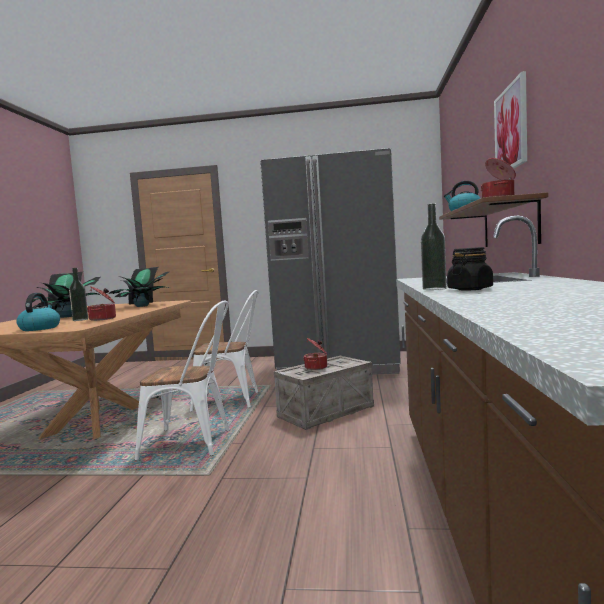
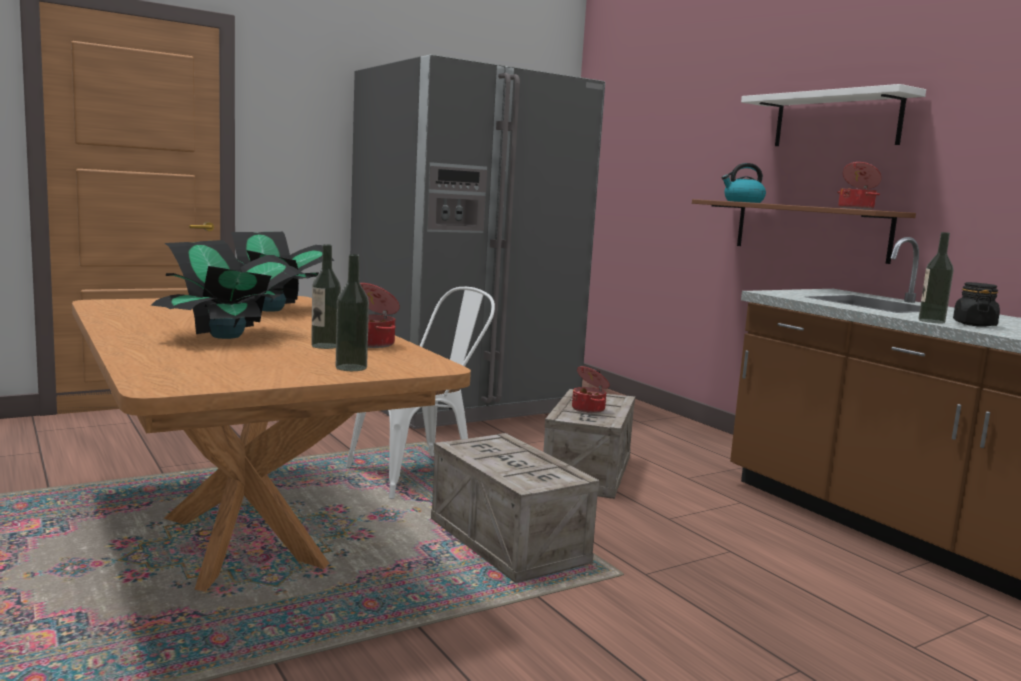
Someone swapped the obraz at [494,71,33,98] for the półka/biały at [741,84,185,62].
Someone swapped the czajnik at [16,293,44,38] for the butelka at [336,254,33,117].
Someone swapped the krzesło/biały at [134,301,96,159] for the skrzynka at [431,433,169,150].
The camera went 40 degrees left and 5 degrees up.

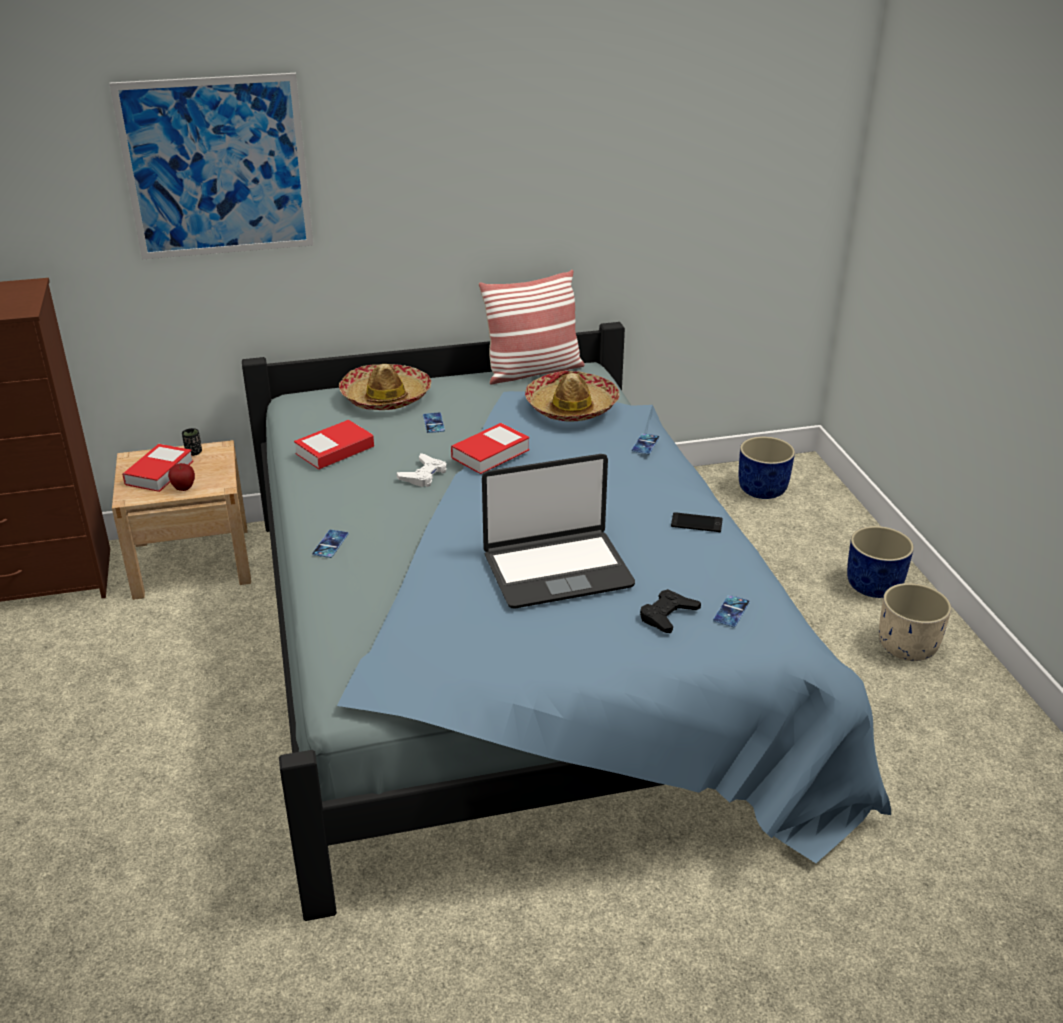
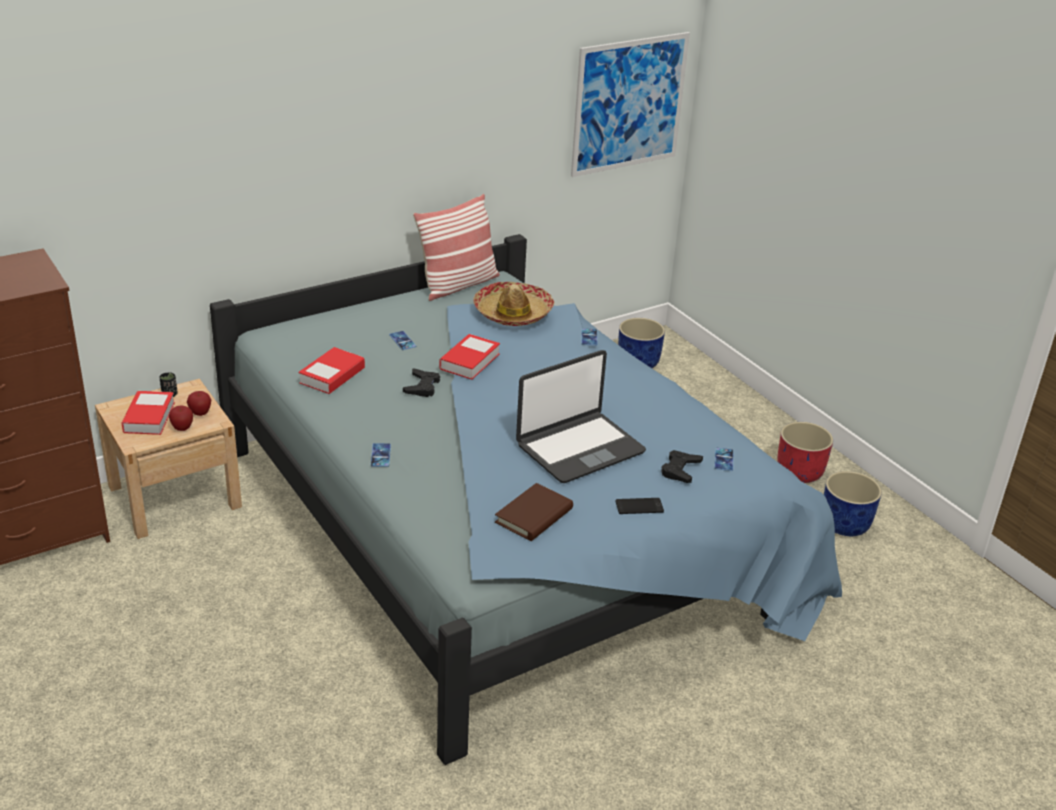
Someone carried the obraz from [109,73,204,186] to [571,32,119,145].
Someone took away the kapelusz at [339,364,92,46].
Someone repainted the pad do gier/biały at [397,453,50,34], which became the pad do gier/czarny at [403,368,37,29].
Someone carried the telefon from [671,512,52,20] to [616,498,48,16].
Someone carried the donica/niebieski from [847,526,67,72] to [824,471,58,65].
Someone repainted the donica/beżowy at [879,583,72,78], which became the donica/czerwony at [777,422,56,61].
Someone put down the jabłko at [187,391,24,25].
Someone put down the książka/brązowy at [495,483,78,58].
The camera went 20 degrees left and 0 degrees up.

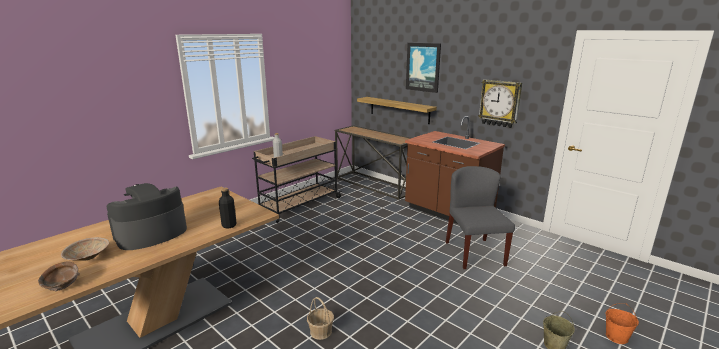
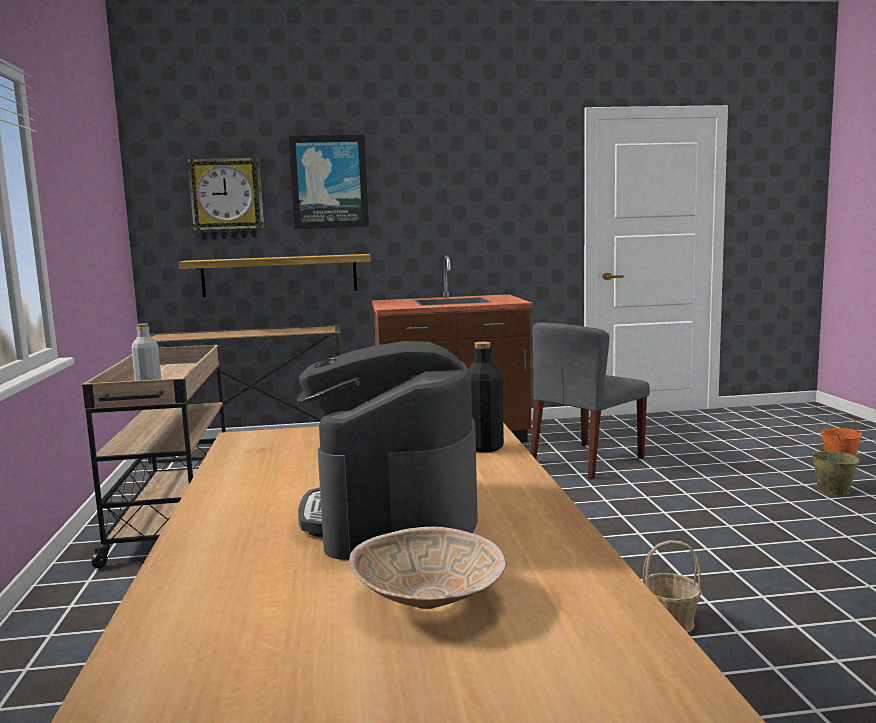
Someone carried the zegar ścienny from [478,79,44,49] to [187,158,77,82].
Someone rotated the krzesło/szary at [446,166,69,103] by 75 degrees counterclockwise.
Someone took away the miska/brązowy at [38,262,42,29].
The camera went 50 degrees left and 10 degrees down.

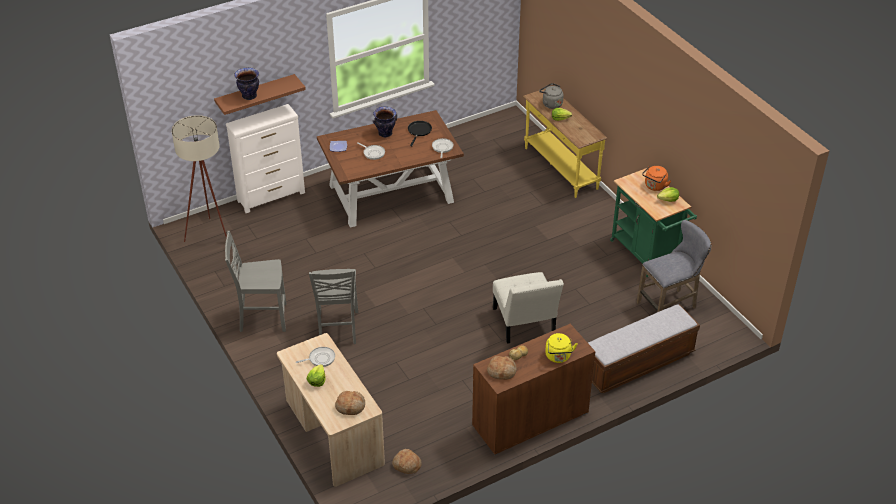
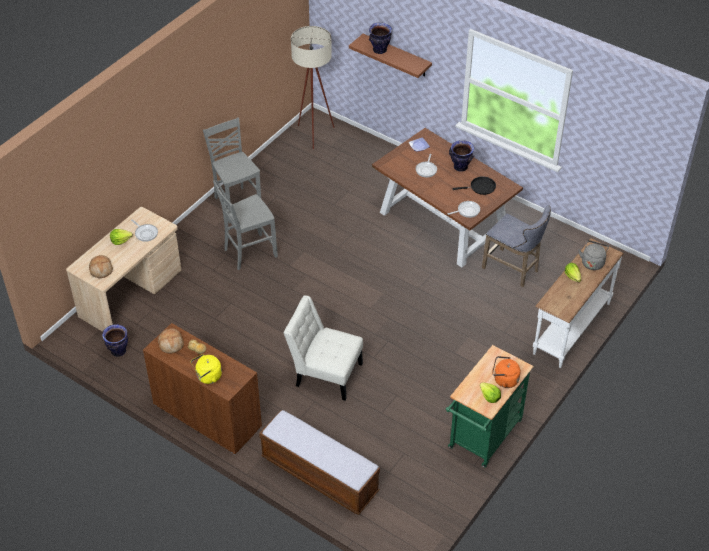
Someone repainted the stolik konsolowy/żółty at [523,88,84,110], which became the stolik konsolowy/biały at [533,238,91,130].
Someone took away the komoda/biały at [226,104,79,109].
Someone carried the stołek/szary from [636,220,75,92] to [482,205,69,82].
Someone rotated the krzesło/biały at [493,272,71,72] by 60 degrees clockwise.
Someone swapped the chleb at [392,449,30,25] for the wazon at [102,324,26,33].
The camera went 65 degrees right and 5 degrees up.

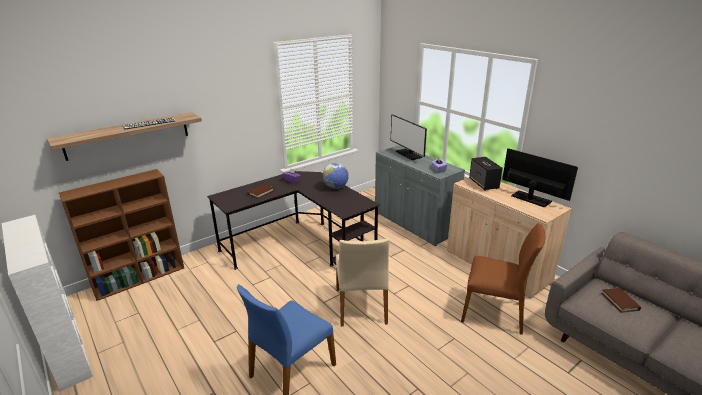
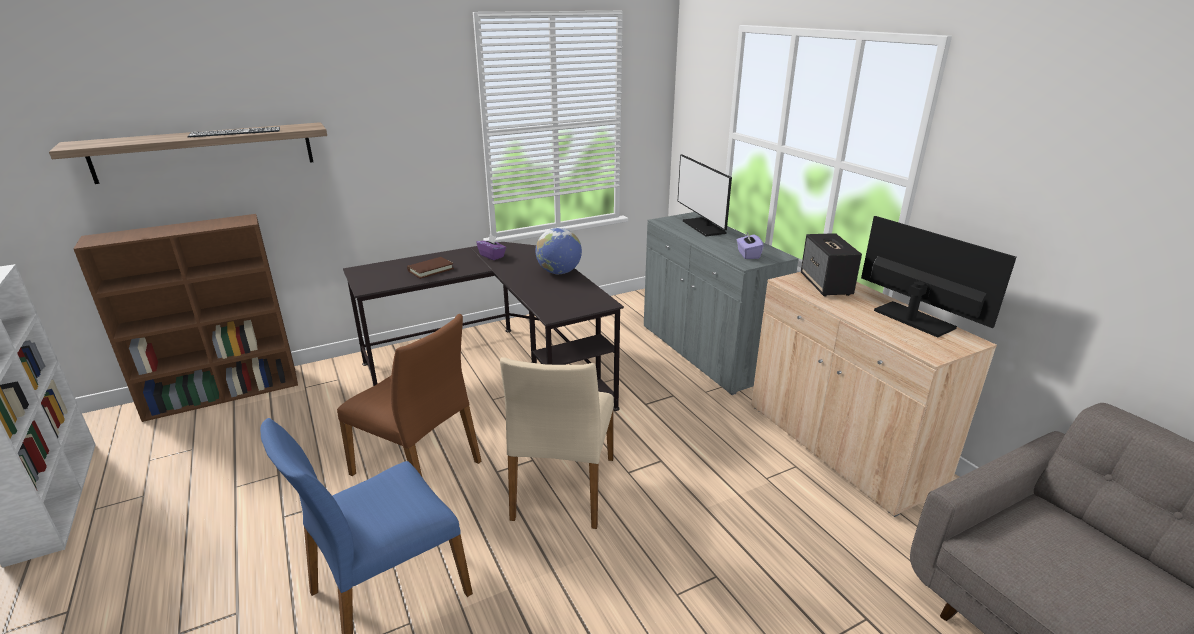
Someone carried the krzesło/brązowy from [461,223,85,112] to [337,314,144,162].
Someone took away the książka/brązowy at [601,288,40,25].
The camera went 10 degrees right and 0 degrees up.

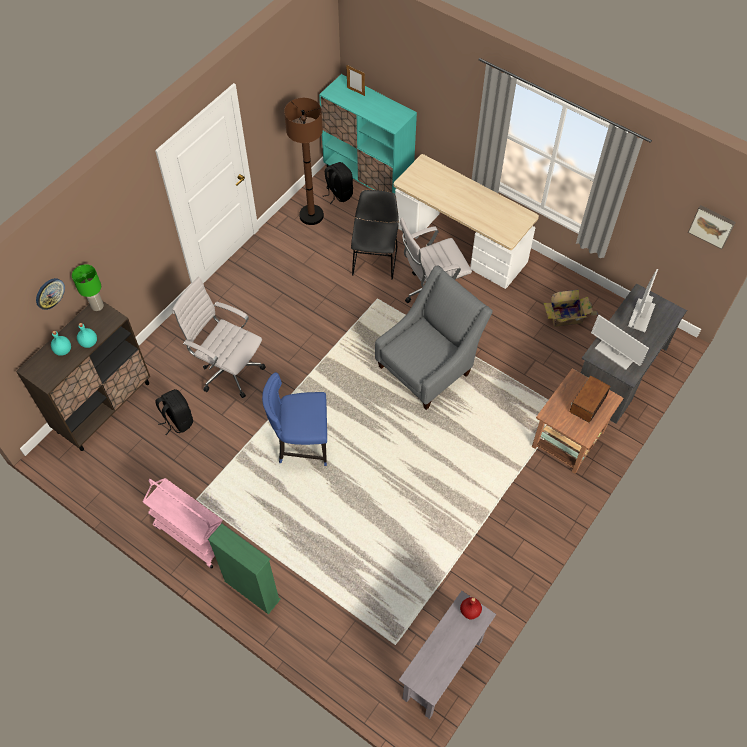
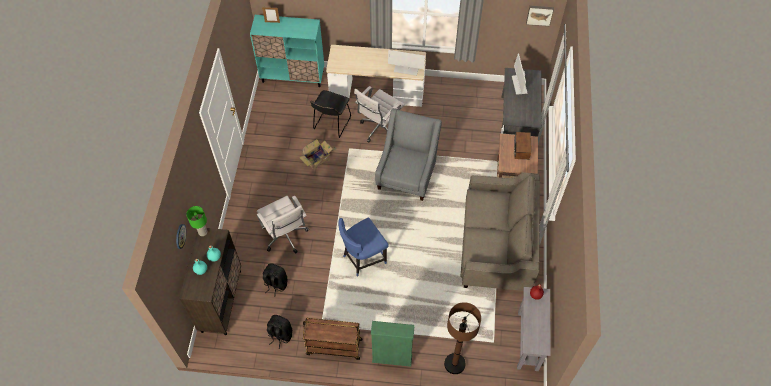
Someone carried the lampa stojąca/brązowy from [284,98,40,127] to [444,302,37,72].
Someone carried the plecak/czarny from [323,162,30,42] to [267,315,25,34].
Someone rotated the krzesło/czarny at [351,190,48,89] by 135 degrees counterclockwise.
Someone rotated the krzesło biurowe/biały at [172,277,94,121] by 120 degrees counterclockwise.
Someone carried the karton from [543,289,56,38] to [299,139,37,30].
Someone carried the monitor from [591,315,58,55] to [388,50,37,26].
Someone repainted the wózek/różowy at [143,478,80,91], which became the wózek/brązowy at [303,318,60,42].
Someone put down the kanapa/beżowy at [460,172,80,119].
The camera went 30 degrees left and 0 degrees up.

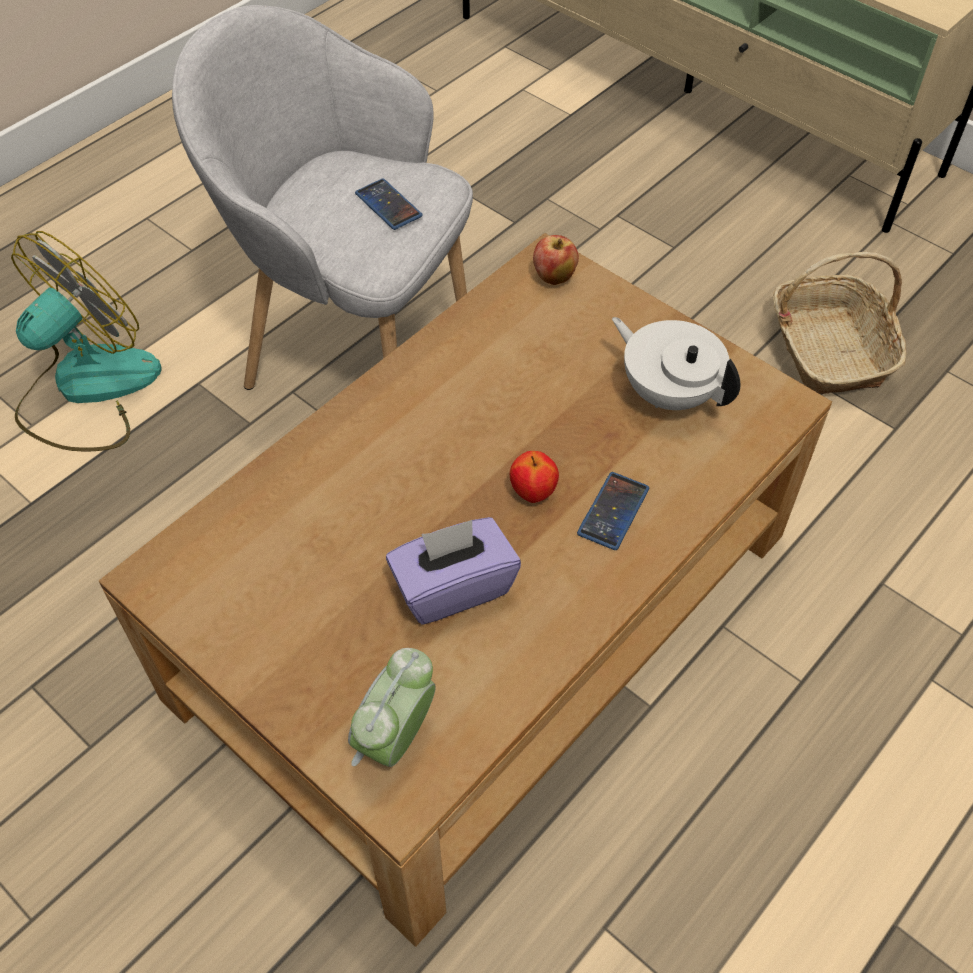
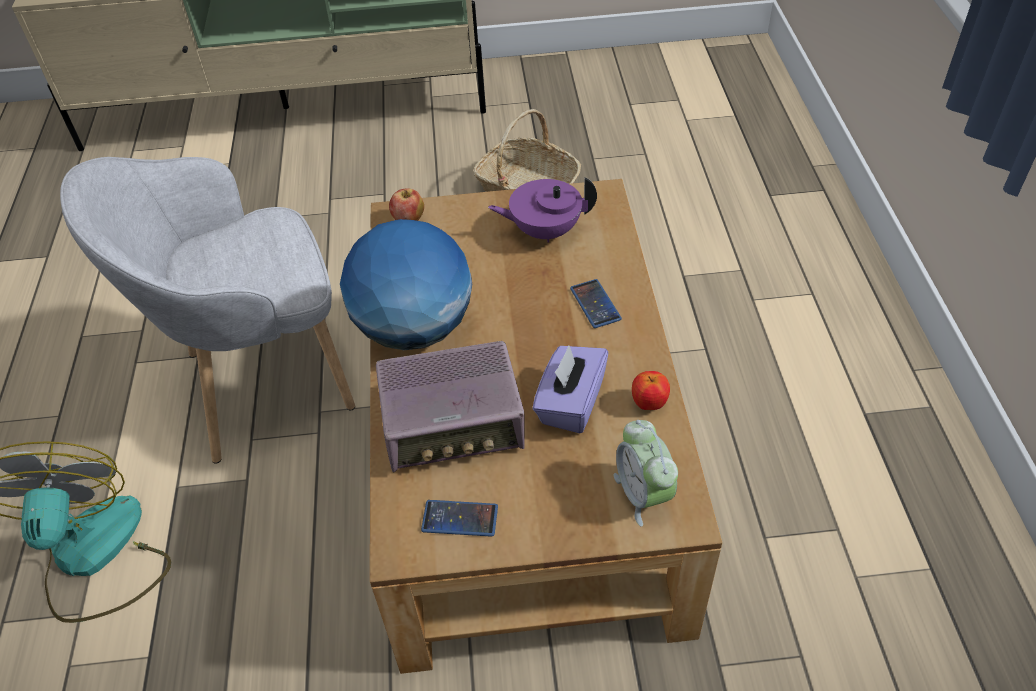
Someone carried the telefon from [355,178,68,52] to [421,500,77,37].
Someone repainted the imbryk/biały at [612,317,128,93], which became the imbryk/fioletowy at [488,177,109,66].
Someone carried the jabłko from [510,451,49,52] to [632,371,38,39].
Someone put down the globus at [340,219,132,131].
Someone put down the radio at [376,341,148,131].
The camera went 45 degrees left and 5 degrees down.

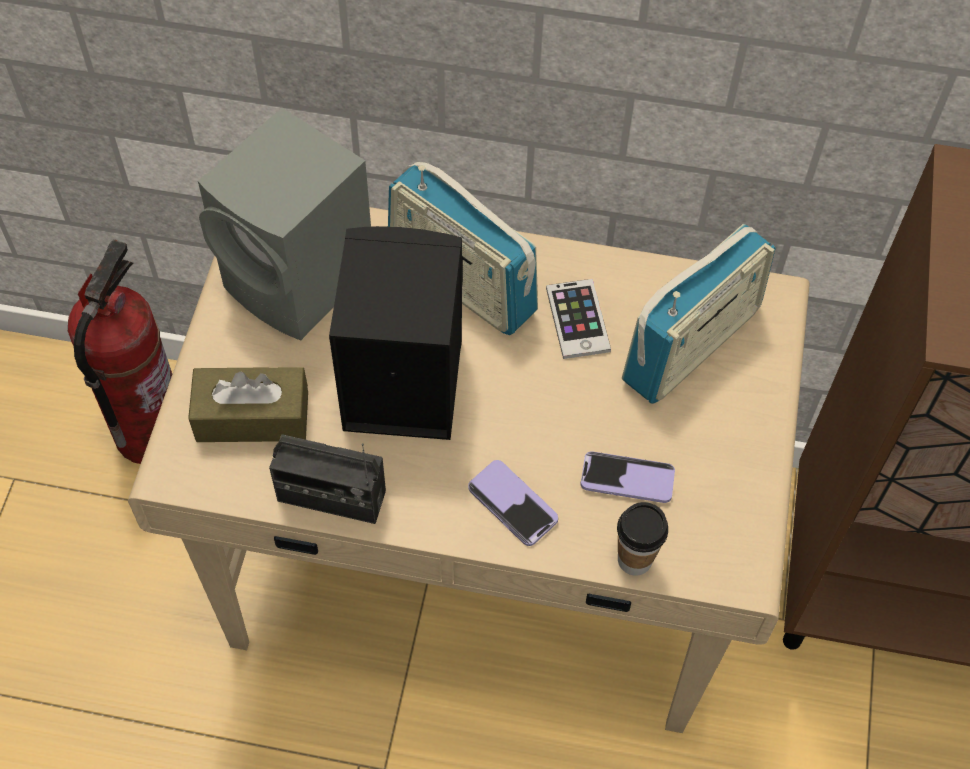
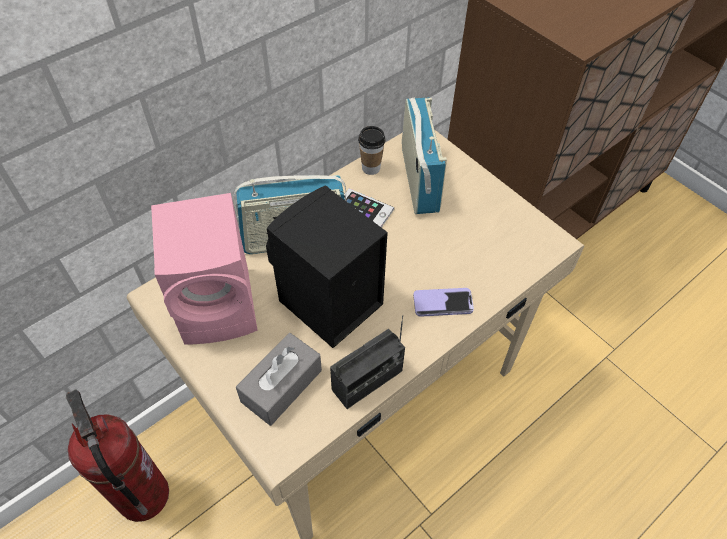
Someone repainted the głośnik/szary at [198,108,173,232], which became the głośnik/różowy at [151,193,107,151].
Someone repainted the pudełko chusteczek/brązowy at [188,367,120,75], which became the pudełko chusteczek/szary at [236,333,86,93].
Someone took away the telefon at [580,451,95,52].
Someone carried the filiżanka from [617,502,51,74] to [358,126,28,49].
The camera went 50 degrees left and 5 degrees down.

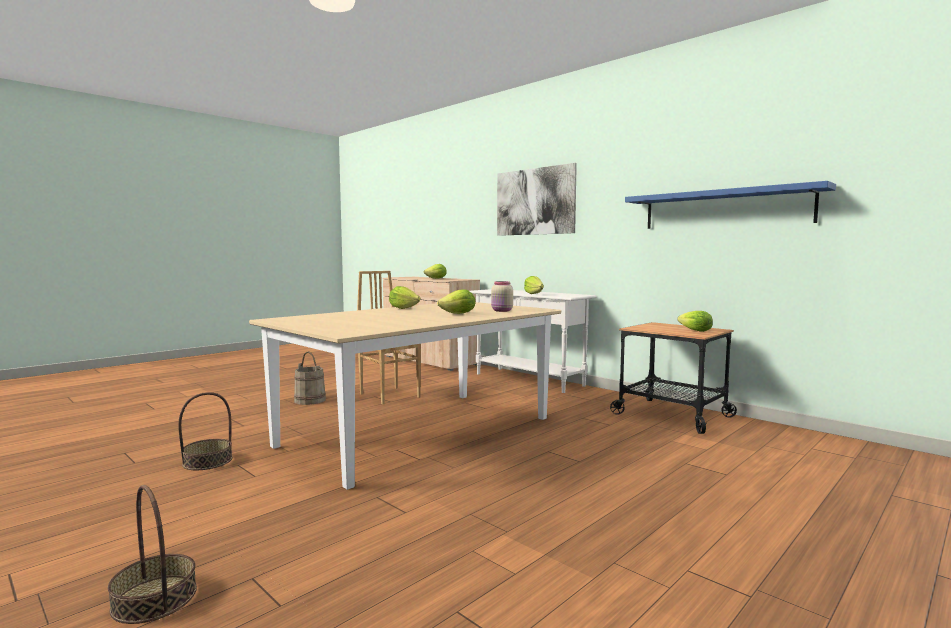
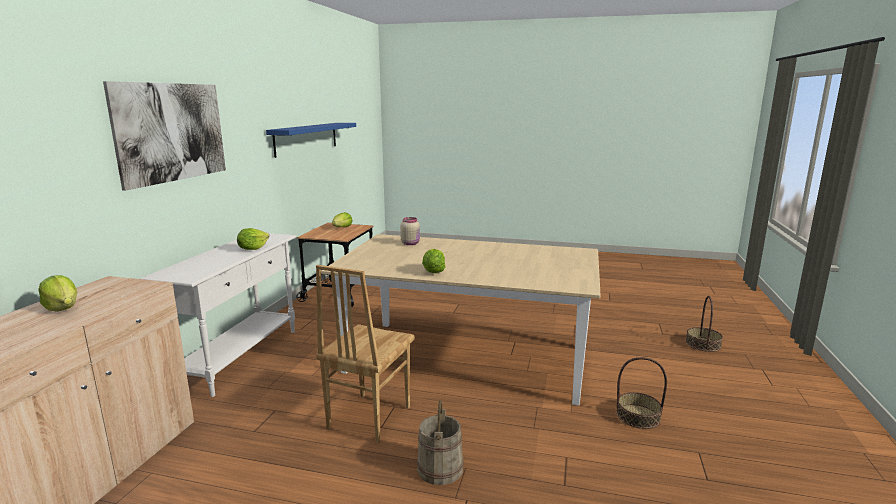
Someone took away the sałata at [437,289,38,25].
The camera went 120 degrees left and 10 degrees up.

